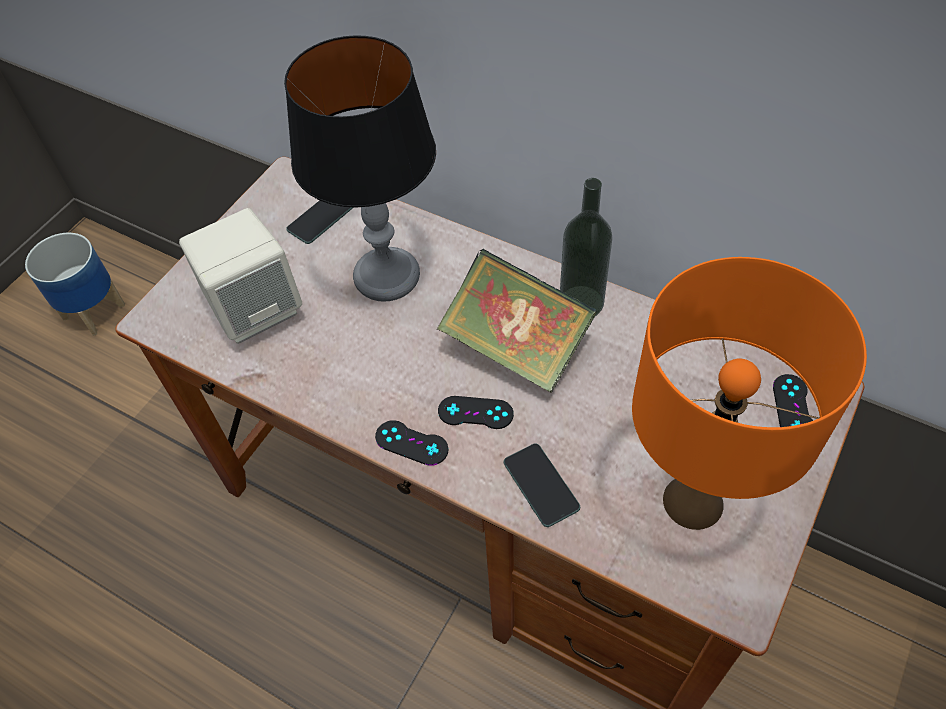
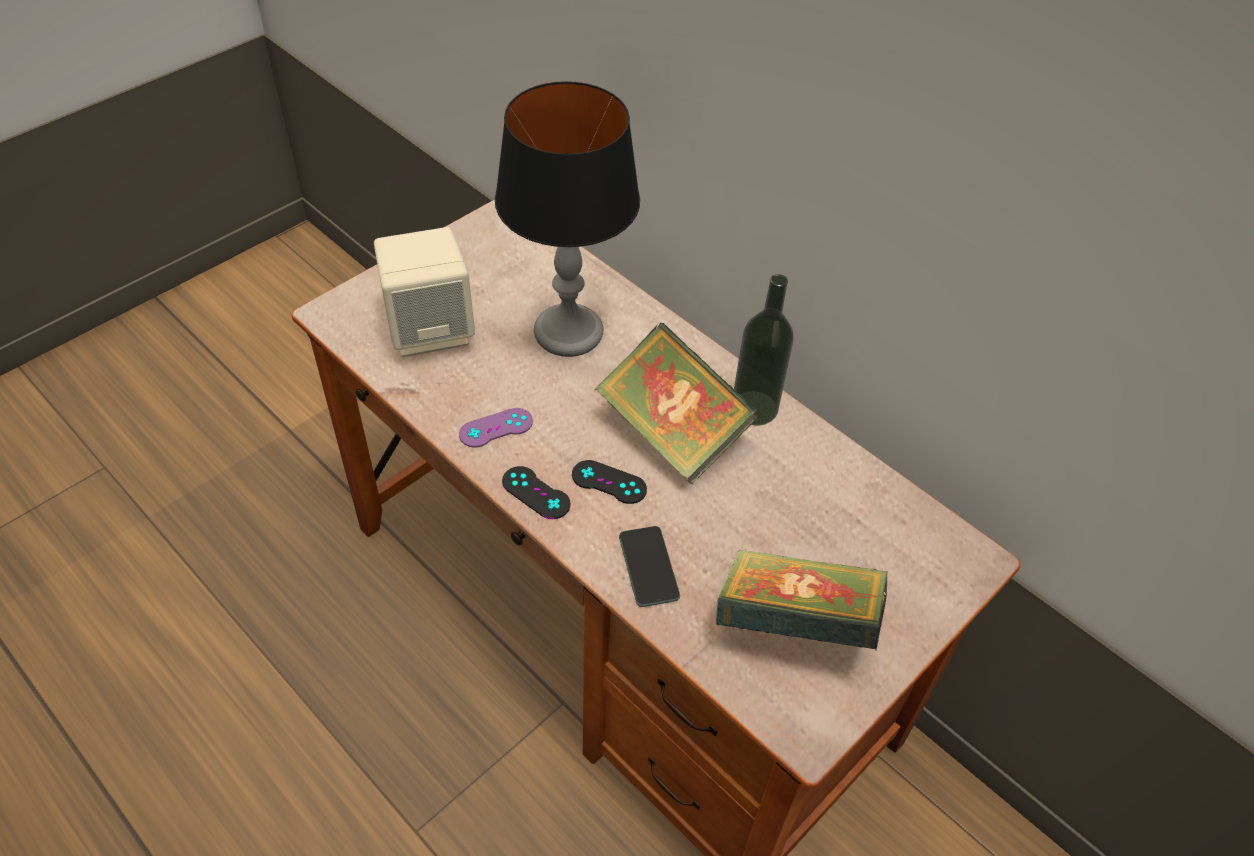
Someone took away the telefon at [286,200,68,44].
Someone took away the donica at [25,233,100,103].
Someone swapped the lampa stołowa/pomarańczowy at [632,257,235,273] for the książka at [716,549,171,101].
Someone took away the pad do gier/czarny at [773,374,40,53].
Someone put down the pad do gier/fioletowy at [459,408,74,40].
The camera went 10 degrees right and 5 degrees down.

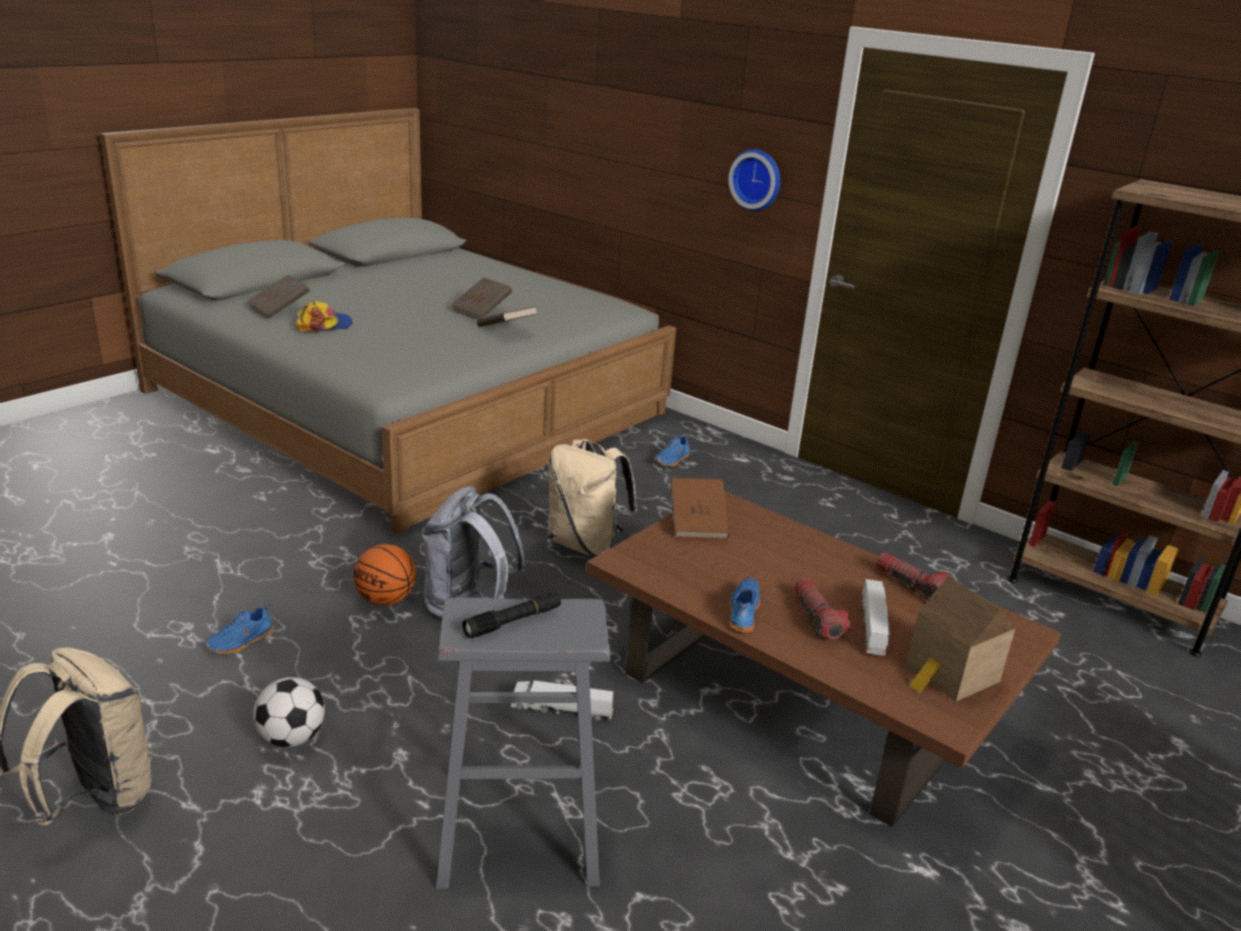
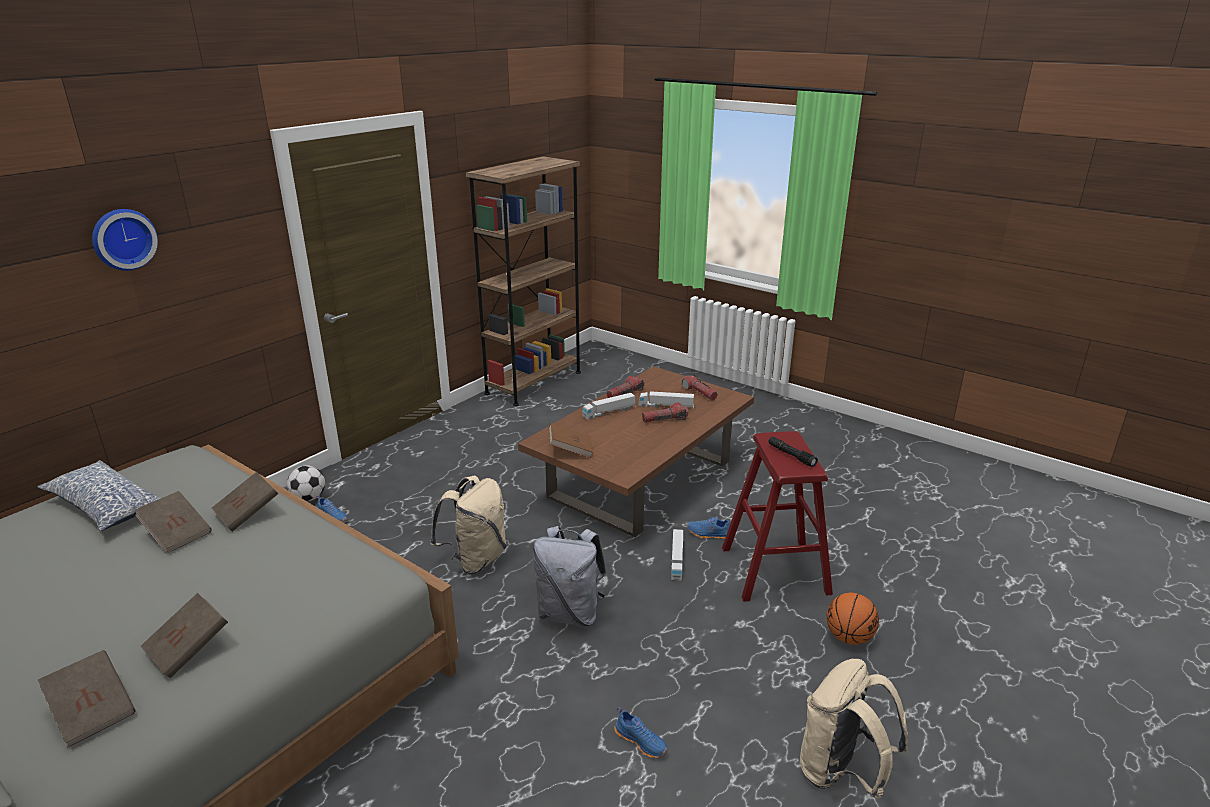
Someone carried the zegar ścienny from [729,149,51,62] to [92,209,66,62].
Someone swapped the czapka z daszkiem at [296,301,57,31] for the książka/brązowy at [140,593,88,85].
Someone carried the piłka do koszykówki from [353,544,63,62] to [827,593,52,52].
Someone swapped the domek at [906,576,110,126] for the latarka at [682,374,36,27].
Someone carried the but/niebieski from [729,578,31,55] to [687,516,44,23].
Someone repainted the stołek/szary at [436,597,174,292], which became the stołek/czerwony at [722,431,111,171].
Someone carried the piłka futbolowa from [253,677,72,70] to [287,465,38,36].
Someone put down the ciężarówka zabawkowa at [582,393,54,27].
Someone put down the poduszka at [37,460,124,71].
The camera went 90 degrees left and 0 degrees up.

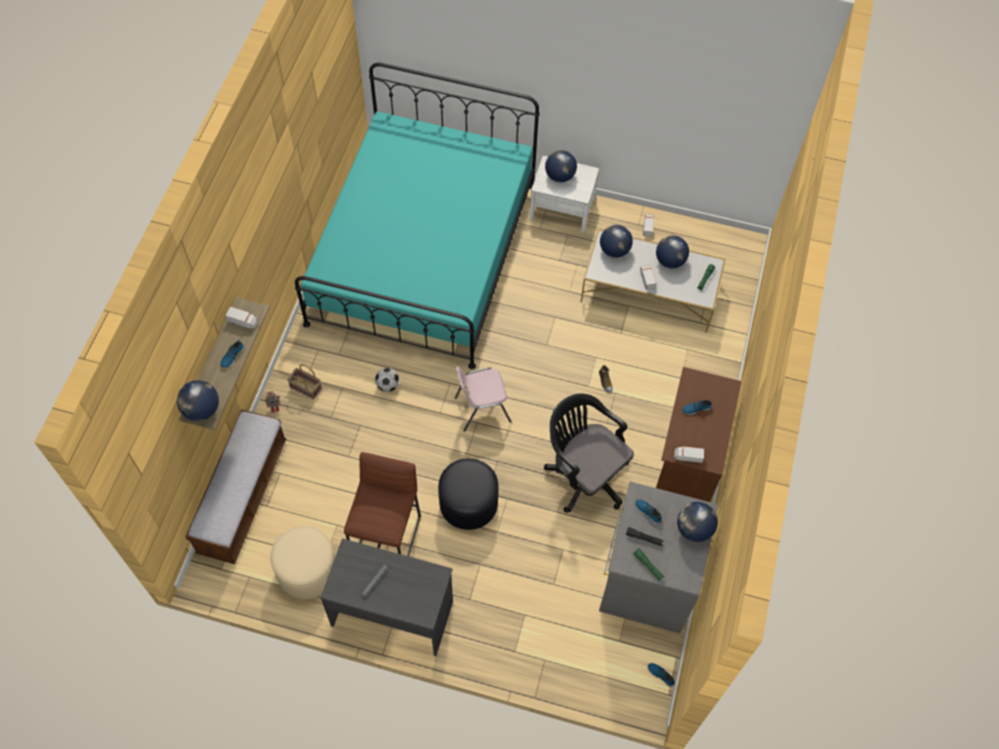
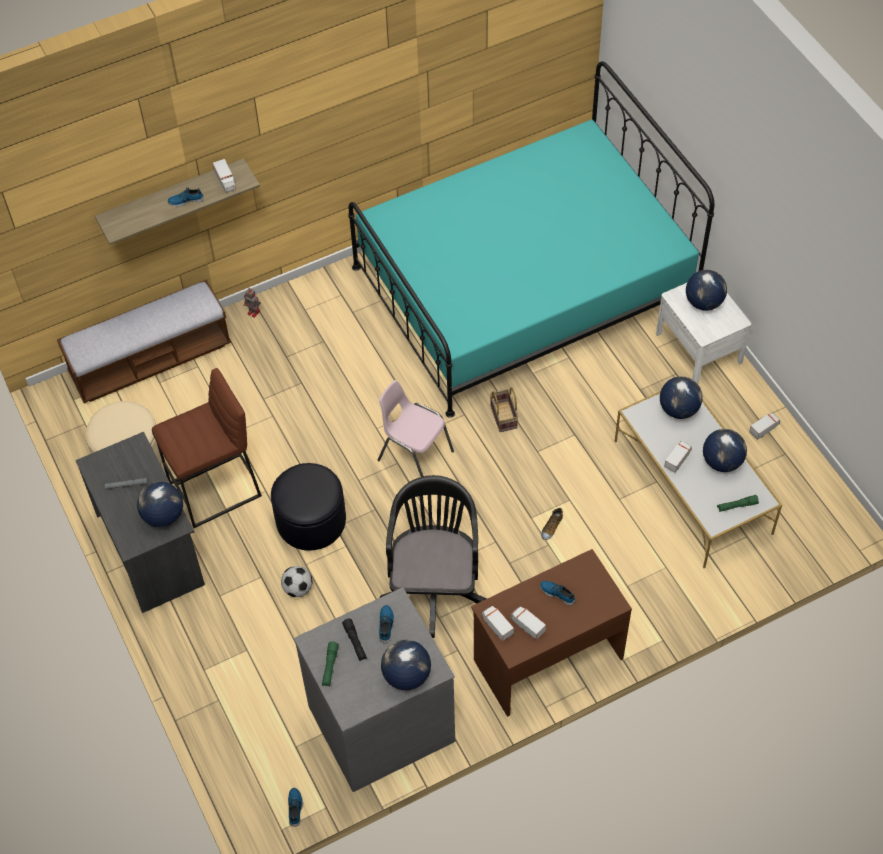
Someone carried the koszyk from [287,364,35,36] to [490,387,28,45].
Someone carried the piłka futbolowa from [375,368,24,24] to [281,566,31,31].
Someone carried the globus from [177,380,42,41] to [137,482,46,45].
Someone put down the ciężarówka zabawkowa at [510,606,36,34].
The camera went 50 degrees right and 5 degrees down.

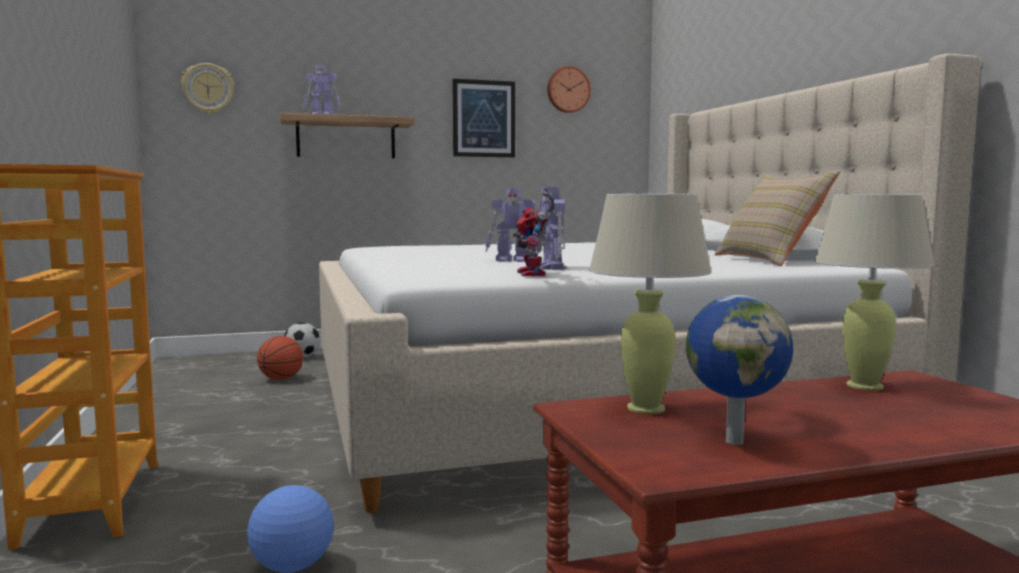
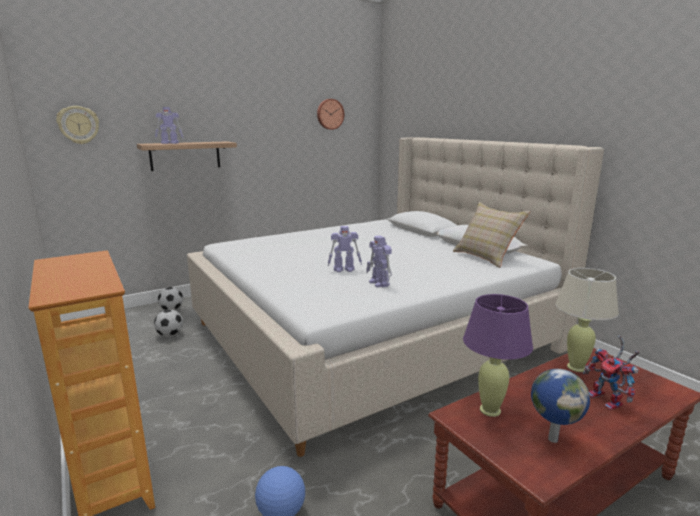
Someone took away the obraz at [452,79,63,78].
Someone carried the robot zabawkowy from [513,187,42,89] to [583,335,56,75].
Someone repainted the lampa stołowa/beżowy at [589,194,123,220], which became the lampa stołowa/fioletowy at [463,294,70,123].
Someone swapped the piłka do koszykówki at [257,336,46,44] for the piłka futbolowa at [154,309,29,28].
The camera went 15 degrees left and 10 degrees up.

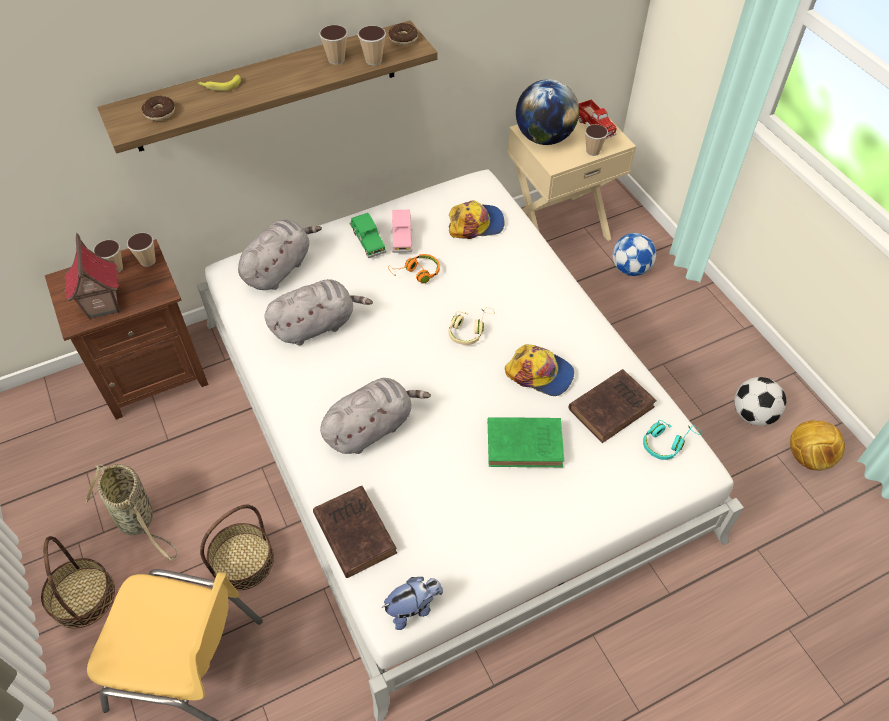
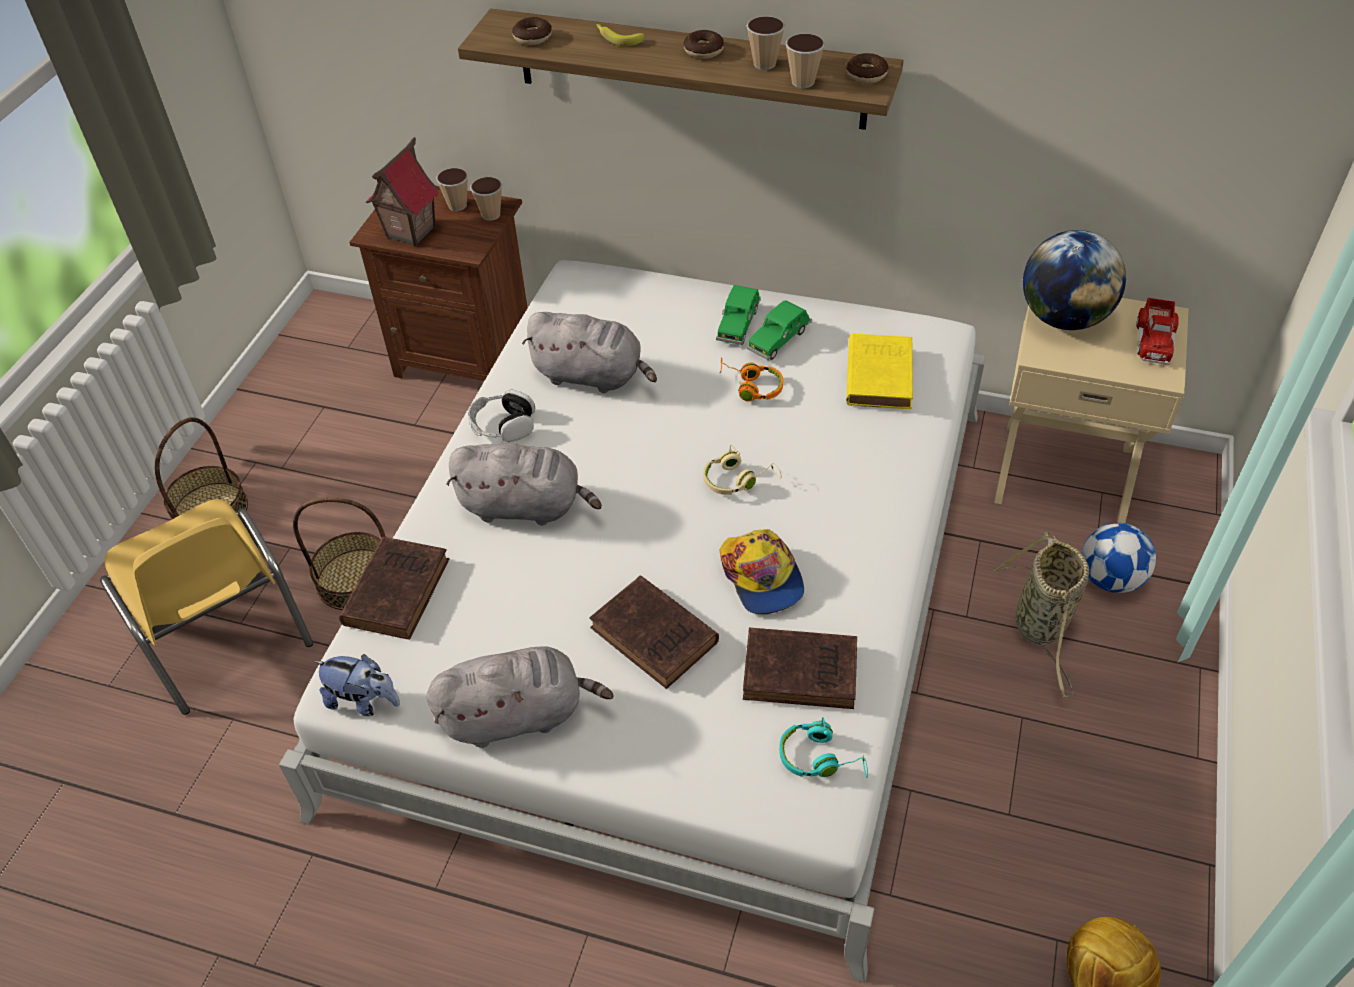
Someone took away the filiżanka at [585,124,23,32].
Someone swapped the czapka z daszkiem at [449,201,56,38] for the książka/żółty at [846,333,67,76].
Someone repainted the samochodzik/różowy at [391,210,21,43], which became the samochodzik/zielony at [746,300,66,61].
Someone carried the pluszak/szary from [238,219,84,71] to [427,646,186,102].
Someone took away the piłka futbolowa at [734,377,52,49].
Someone repainted the książka/zielony at [488,417,76,50], which became the książka/brązowy at [589,576,130,113].
Someone carried the koszyk from [85,464,93,96] to [993,532,96,165].
Someone put down the donut at [683,30,41,29].
Someone put down the słuchawki at [468,390,67,52].
The camera went 45 degrees right and 5 degrees down.

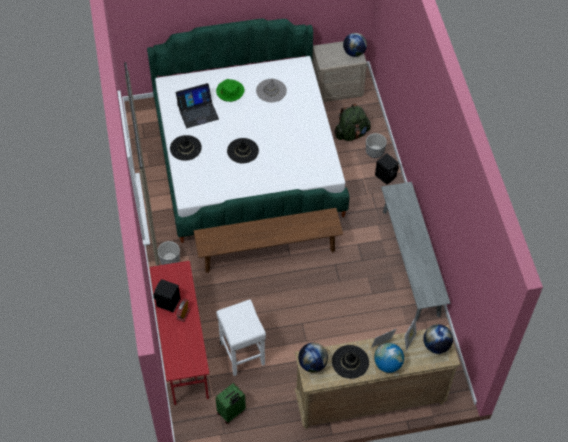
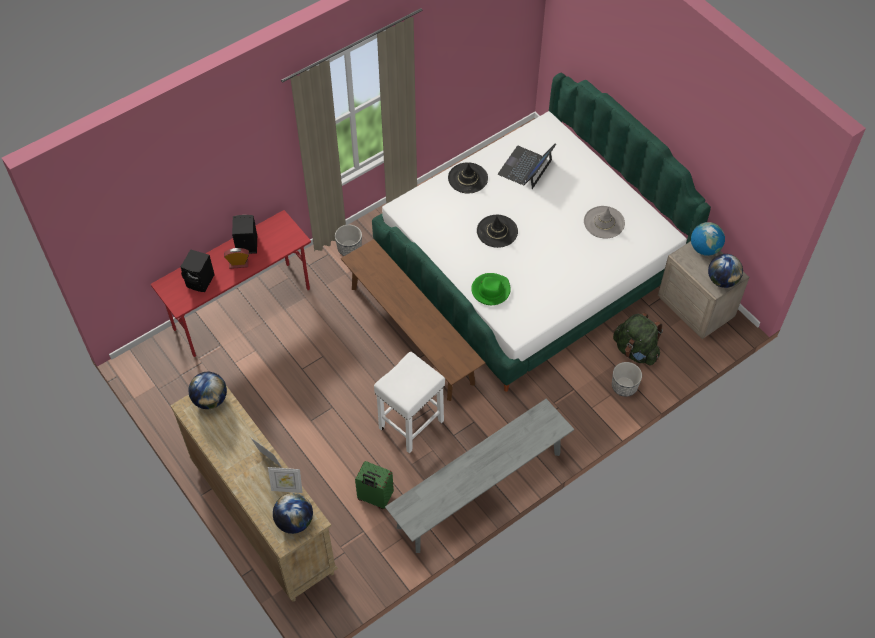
Someone carried the kapelusz/zielony from [216,79,28,23] to [471,273,40,32].
Someone rotated the laptop at [176,83,43,45] by 75 degrees clockwise.
Someone carried the głośnik/czarny from [375,153,24,32] to [180,249,35,43].
Someone carried the stołek/biały from [216,299,50,77] to [374,352,71,102].
Someone carried the globus from [374,343,30,30] to [691,222,34,34].
Someone took away the kapelusz/czarny at [332,345,37,34].
Someone carried the walizka/zielony from [215,383,31,41] to [355,461,39,48].
The camera went 65 degrees right and 0 degrees up.

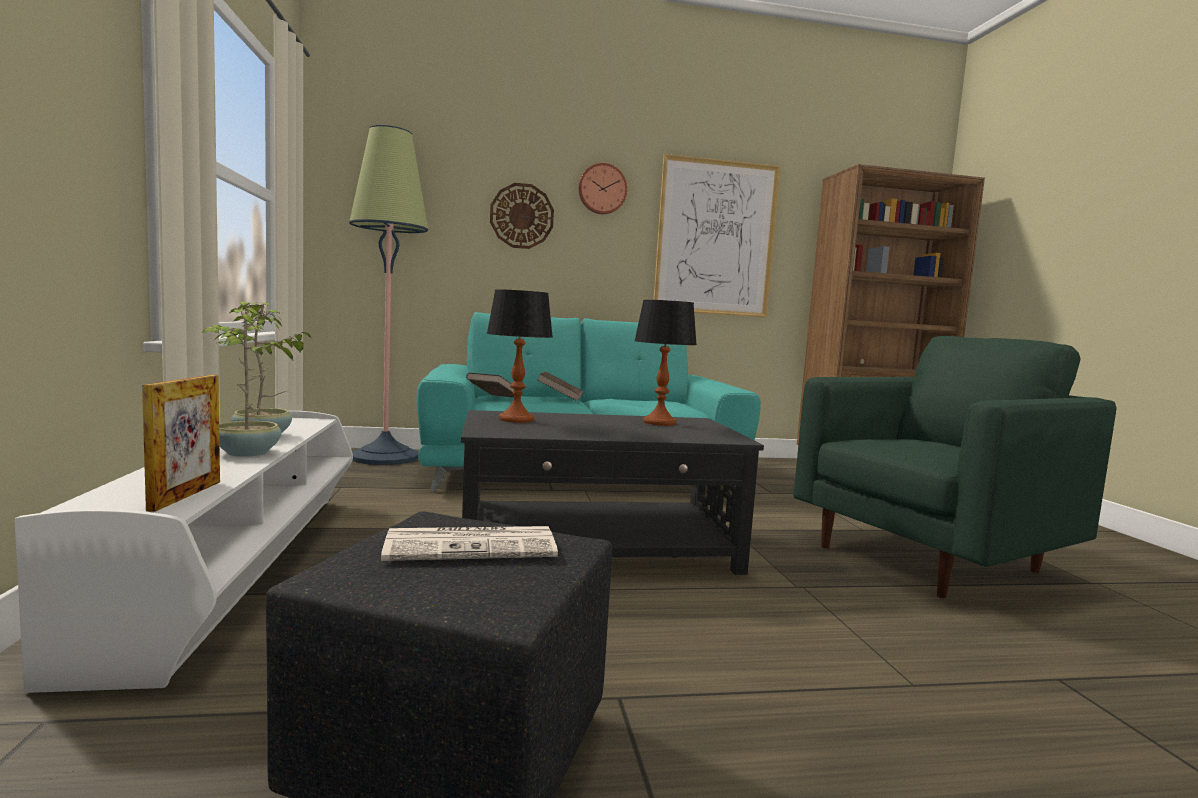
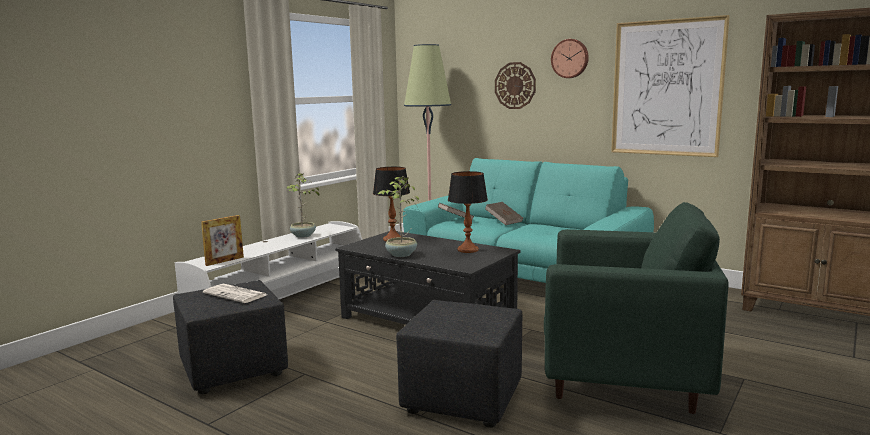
Someone carried the roślina doniczkowa from [202,302,97,155] to [378,176,41,81].
Someone put down the pufa/czarny at [396,300,126,128].
The camera went 45 degrees right and 5 degrees up.

